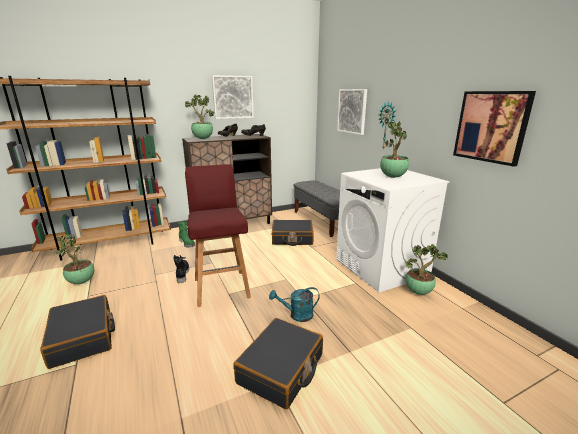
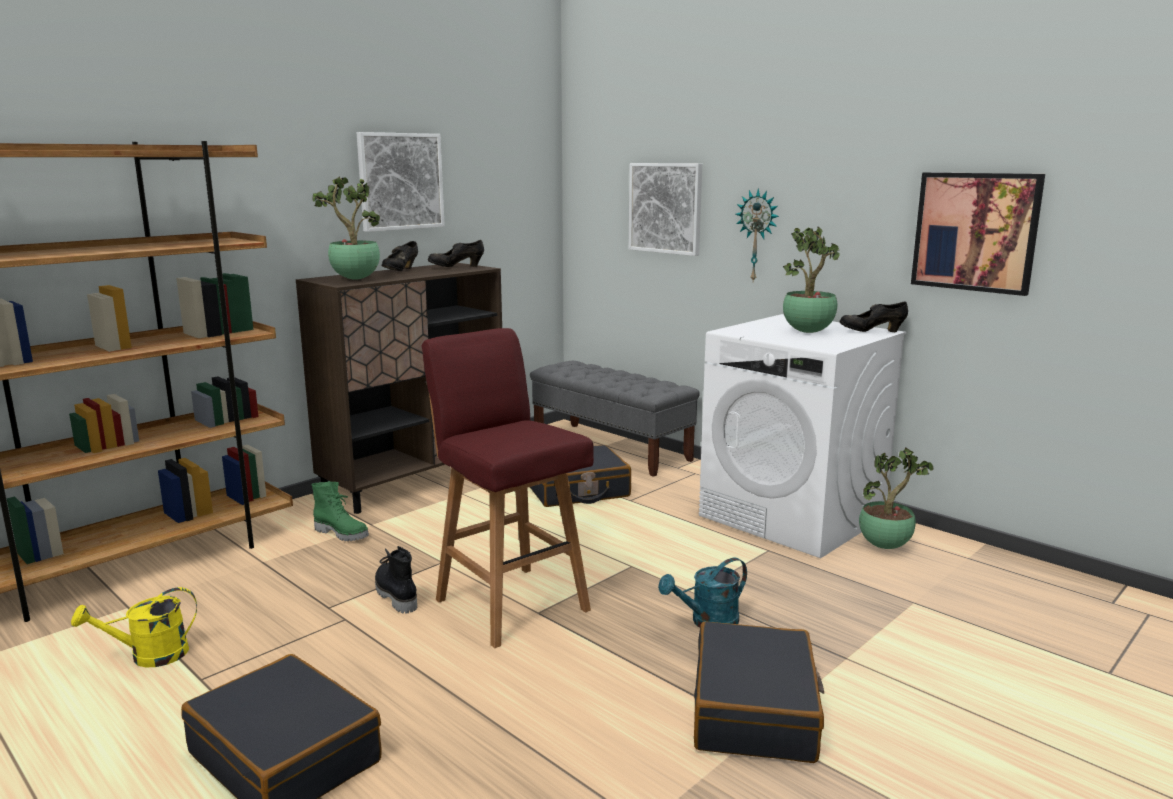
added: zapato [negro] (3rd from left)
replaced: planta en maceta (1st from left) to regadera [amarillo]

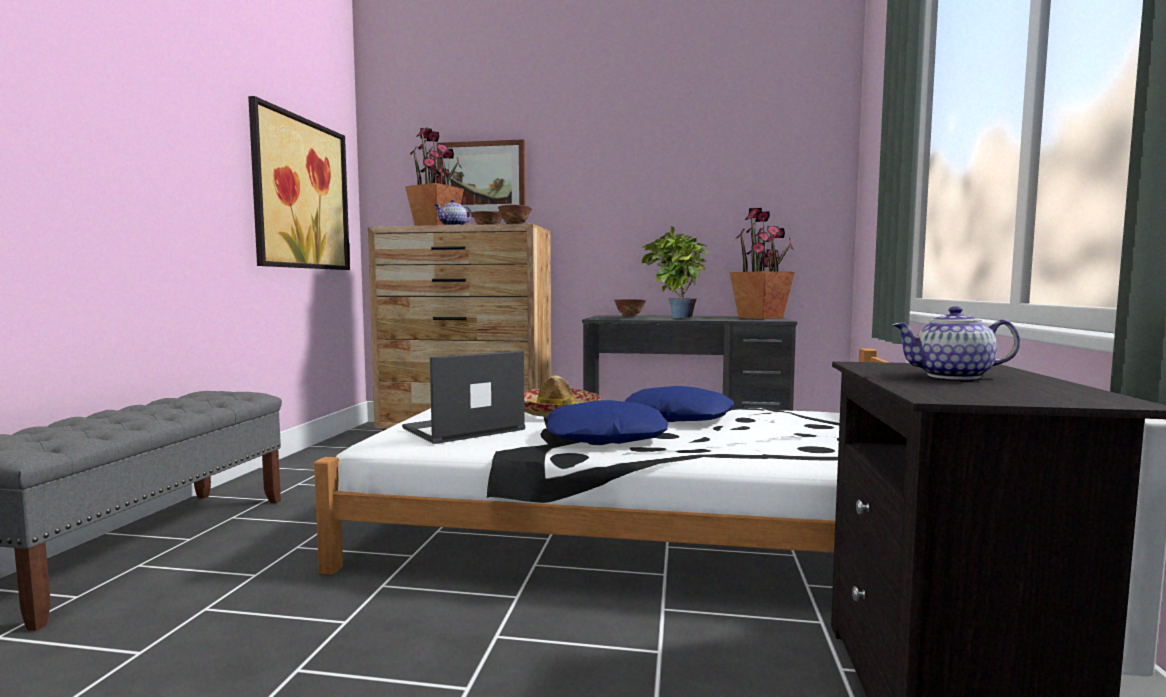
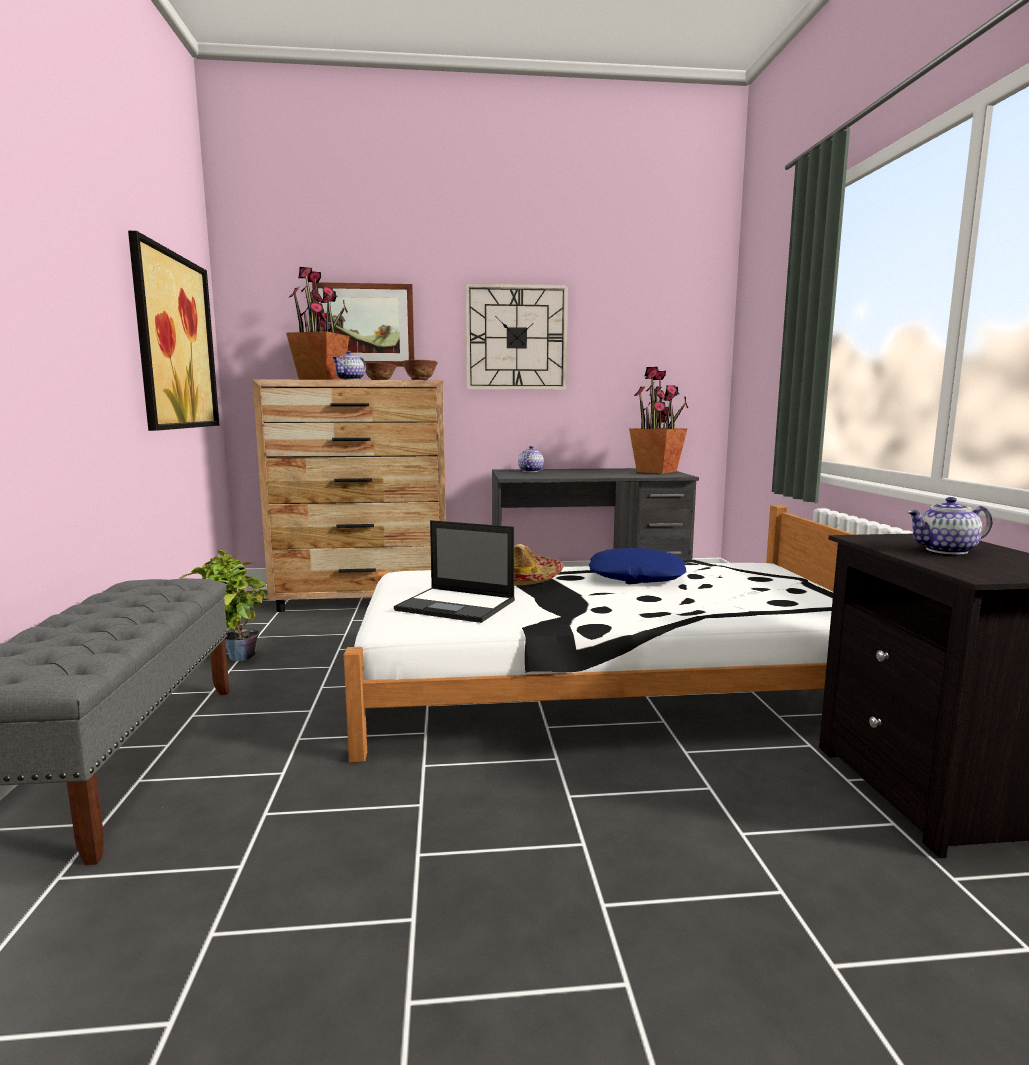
removed: cojín [azul] (1st from left)
added: reloj de pared
moved: planta en maceta (2nd from left in the first image) to planta en maceta (1st from left)
replaced: cuenco (3rd from left) to tetera (2nd from left)
turned: portátil 105 degrees counterclockwise

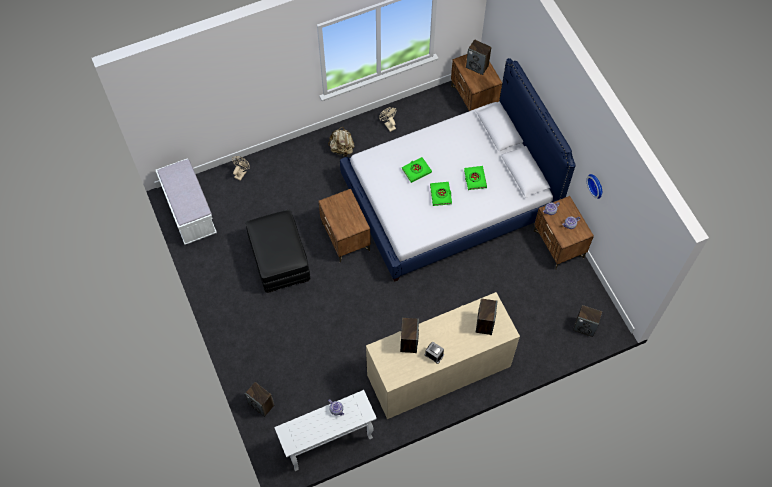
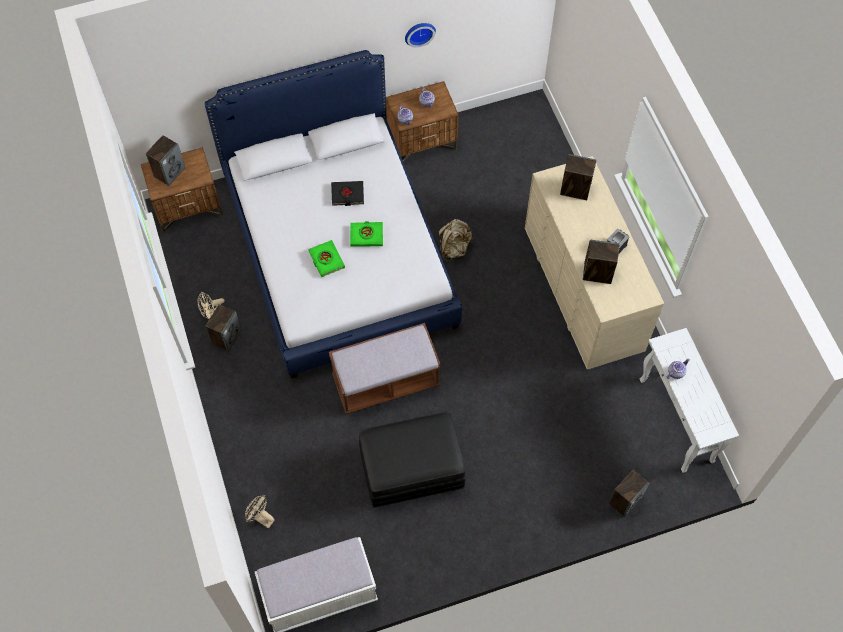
moved: mochila [beis]; altavoz (5th from left in the first image) to altavoz (2nd from left)
replaced: mesita de noche [marrón] (1st from left) to banco [marrón]
recoloured: libro [verde] (3rd from left) to libro [negro]

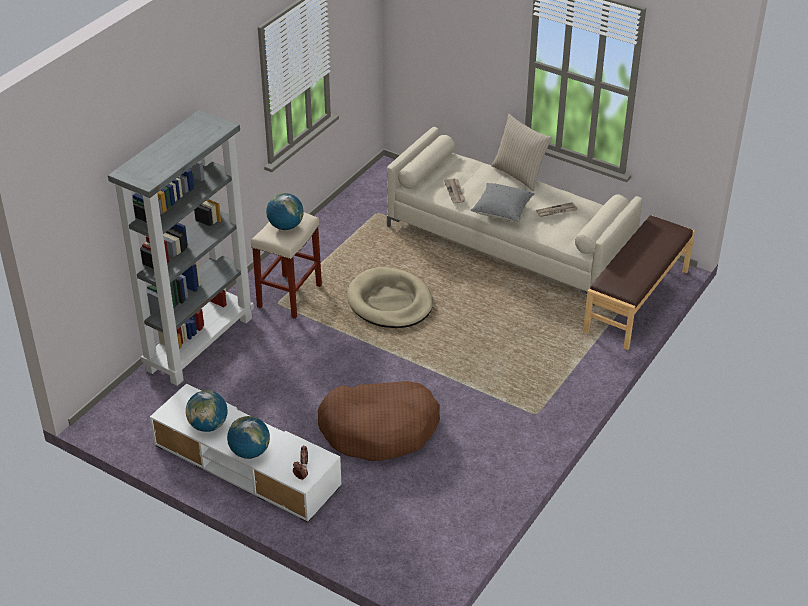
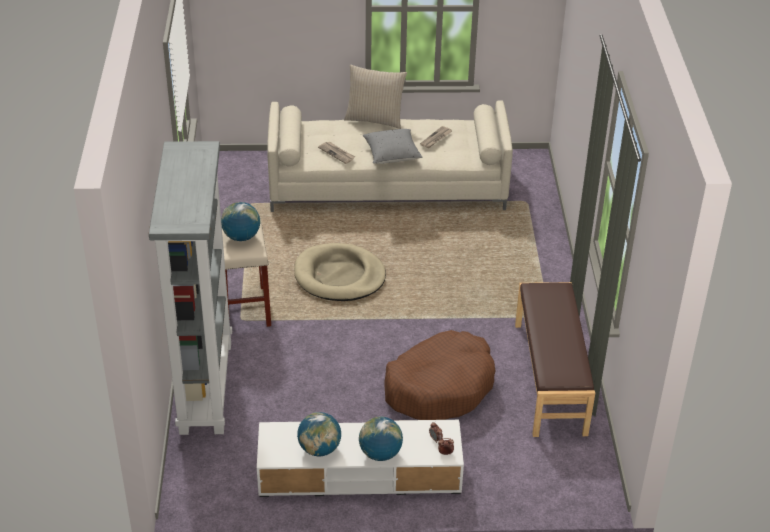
moved: banco [marrón]

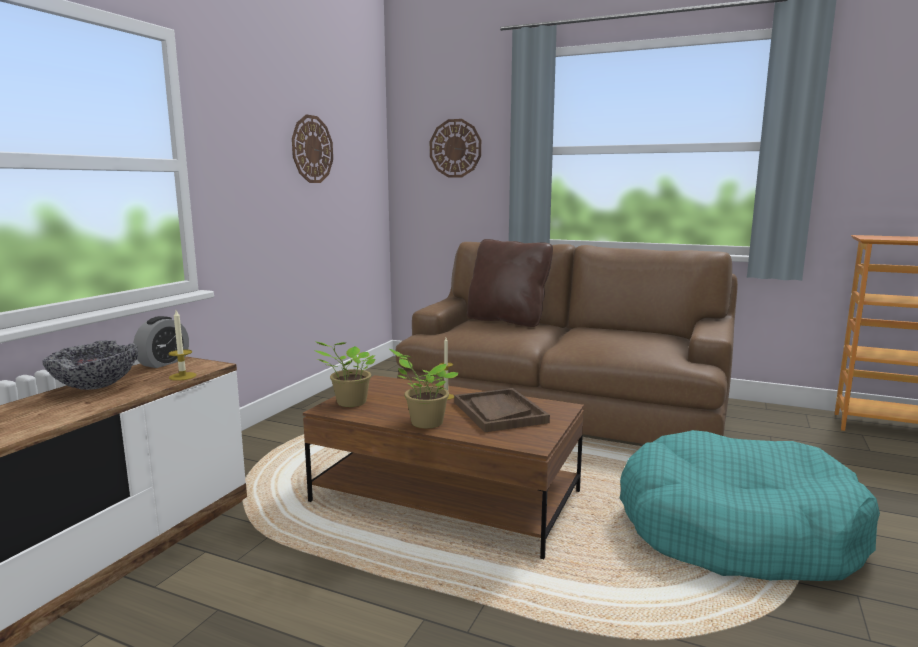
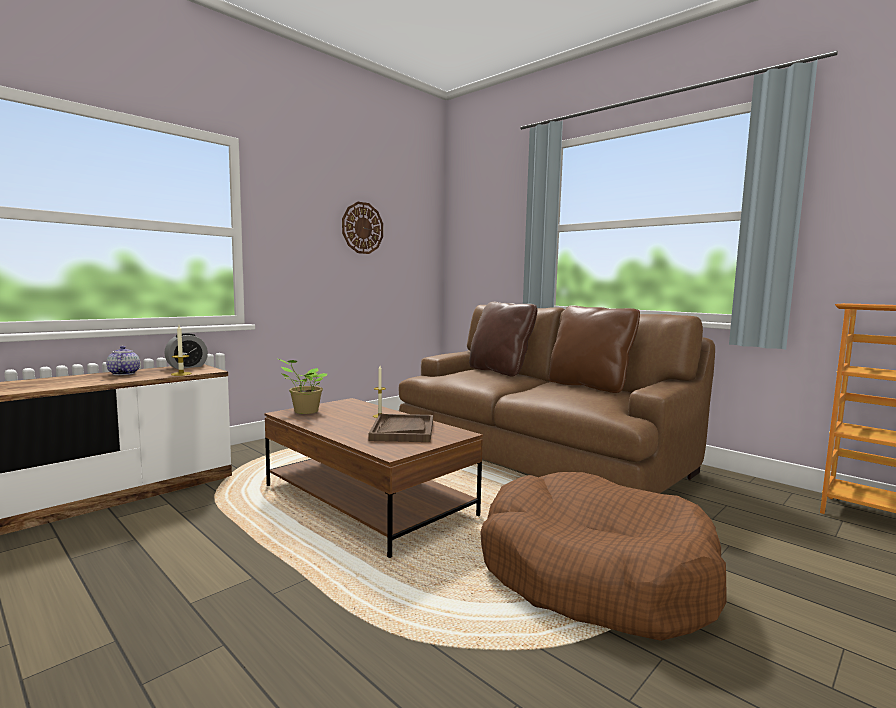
removed: planta en maceta (2nd from left); reloj de pared (2nd from left)
added: cojín [marrón] (2nd from left)
replaced: cuenco to tetera
recoloured: cama para perro [turquesa] to cama para perro [marrón]

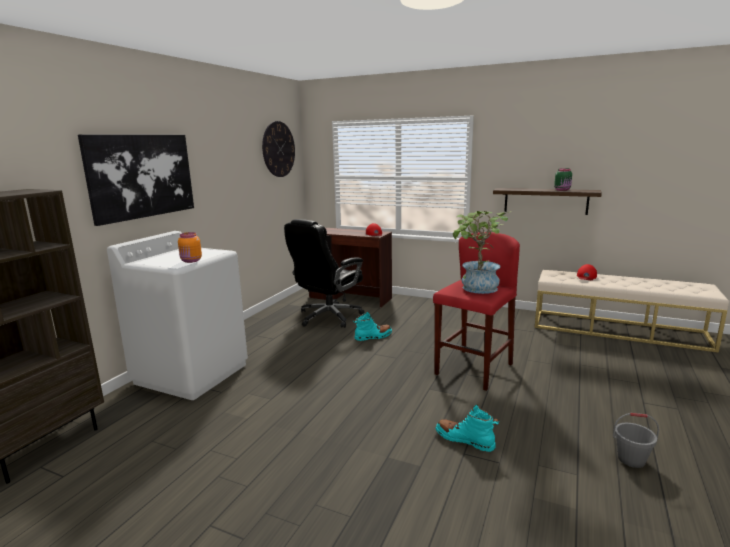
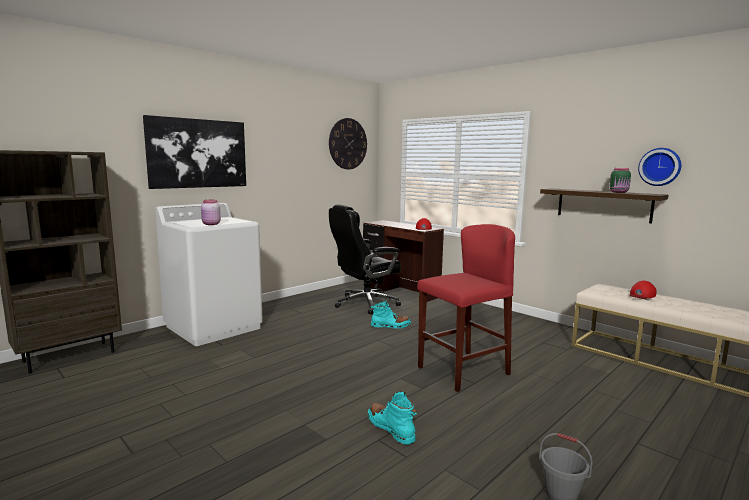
removed: planta en maceta
added: reloj de pared (2nd from left)
recoloured: tarro [naranja] to tarro [rosa]

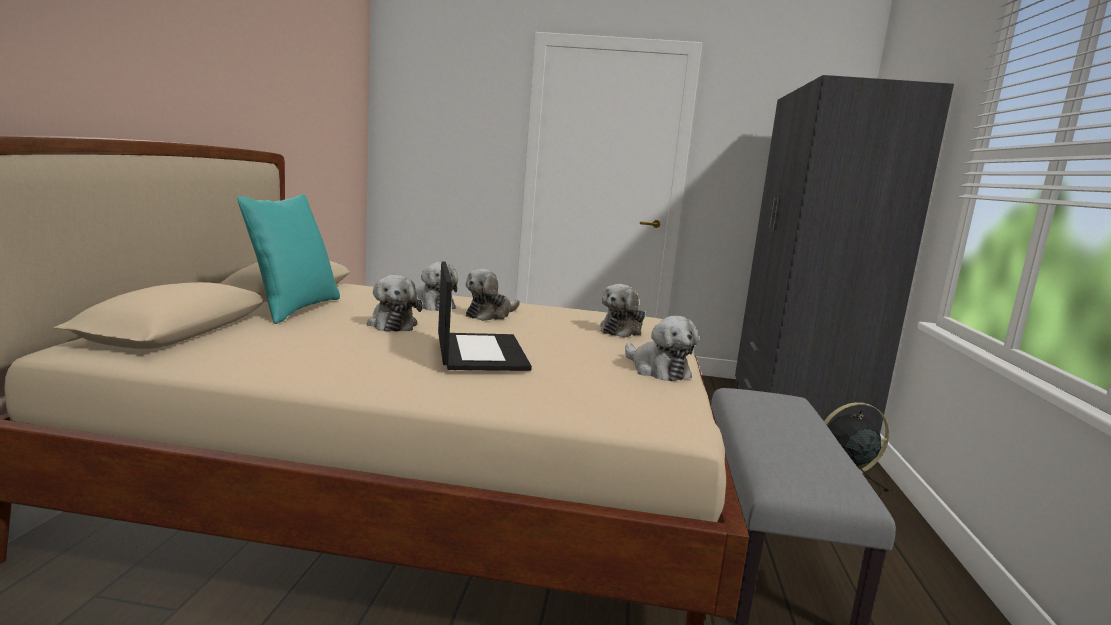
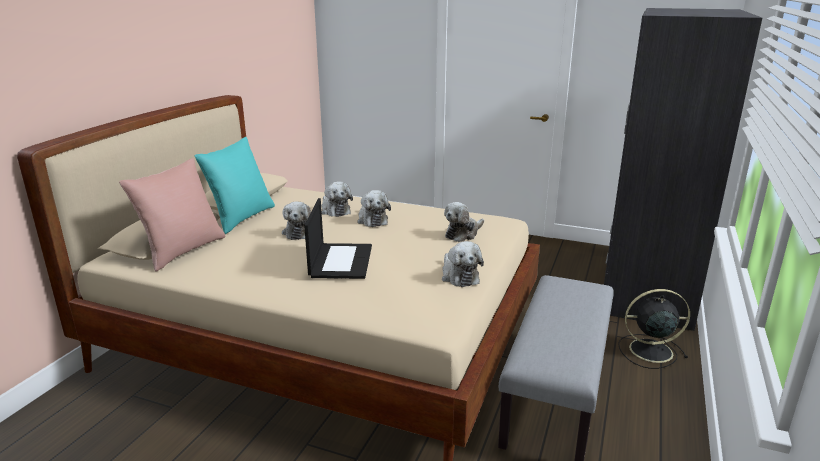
added: cojín [rosa]
turned: peluche (3rd from left) 75 degrees counterclockwise

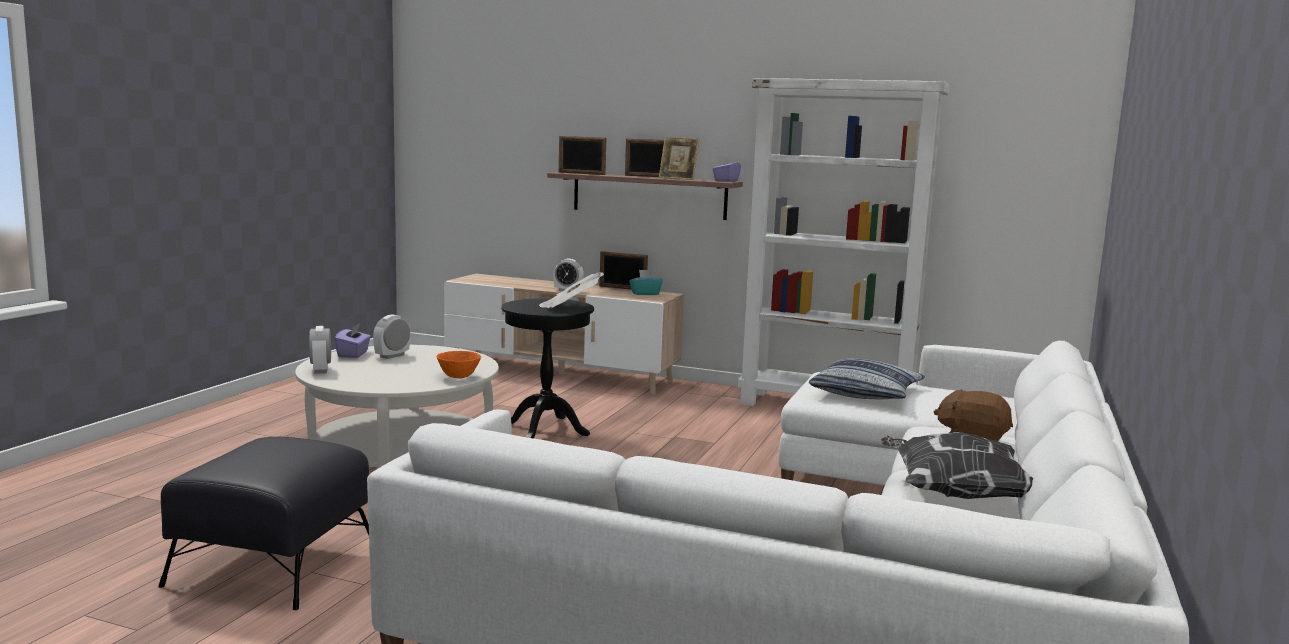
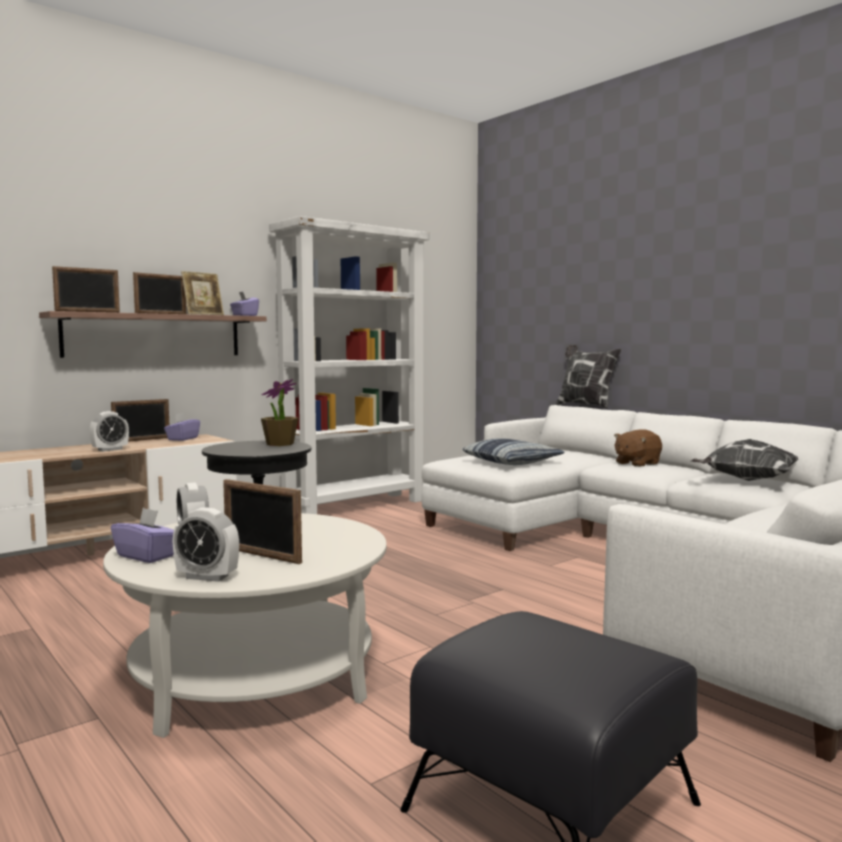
removed: cuenco [naranja]
added: portarretratos (5th from left); cojín (2nd from left)
replaced: periódico to planta en maceta
recoloured: caja de pañuelos [turquesa] to caja de pañuelos [morado] (2nd from left)

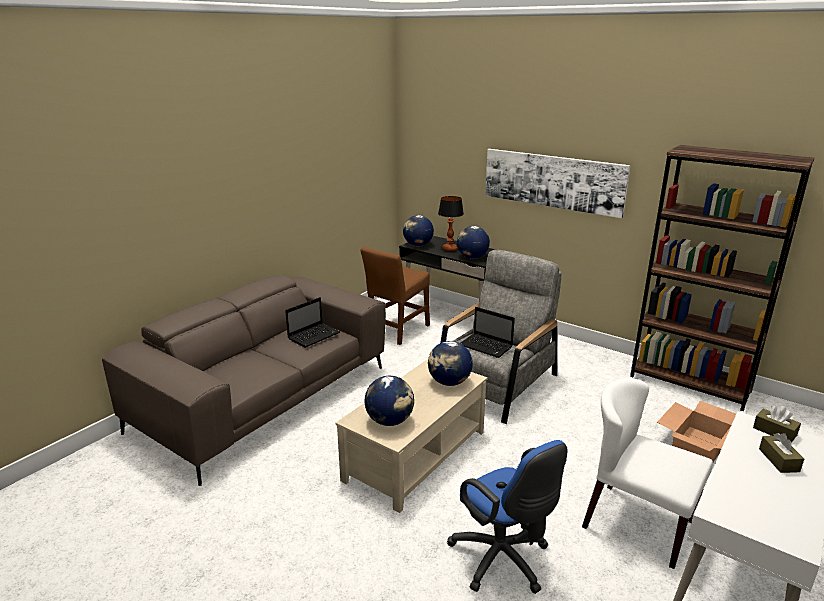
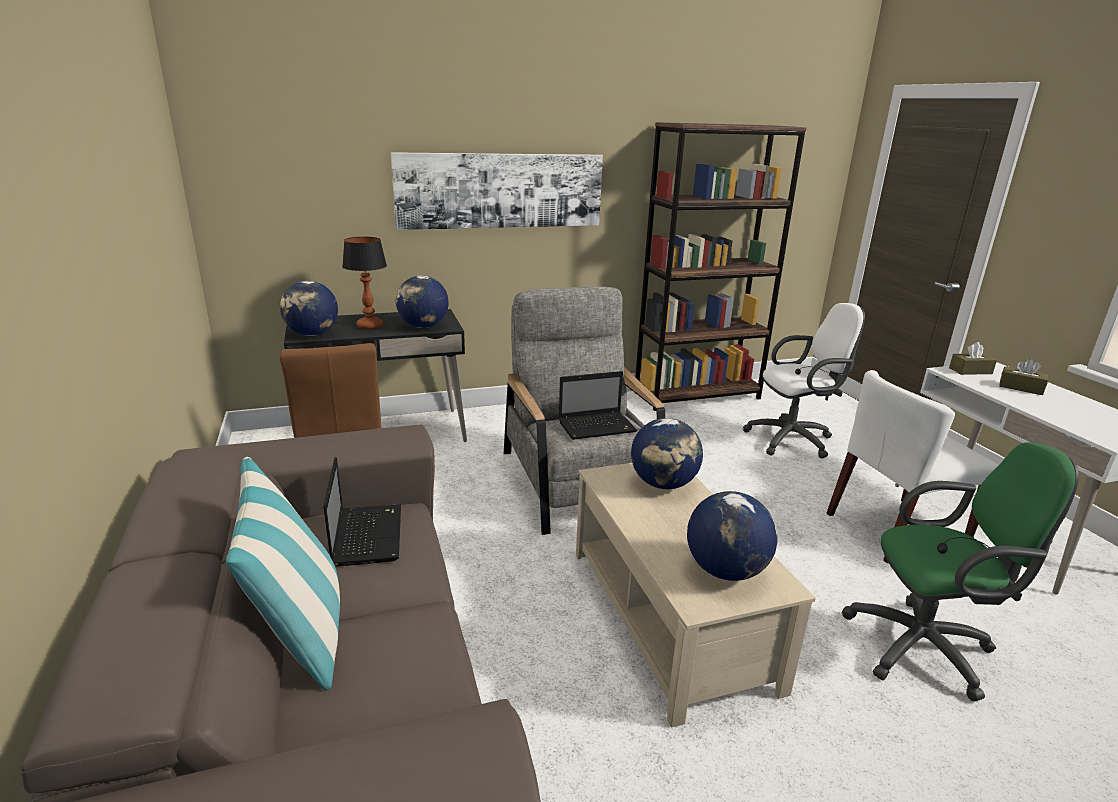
added: cojín
replaced: caja de cartón to silla de oficina [blanco]
recoloured: silla de oficina [azul] to silla de oficina [verde]

